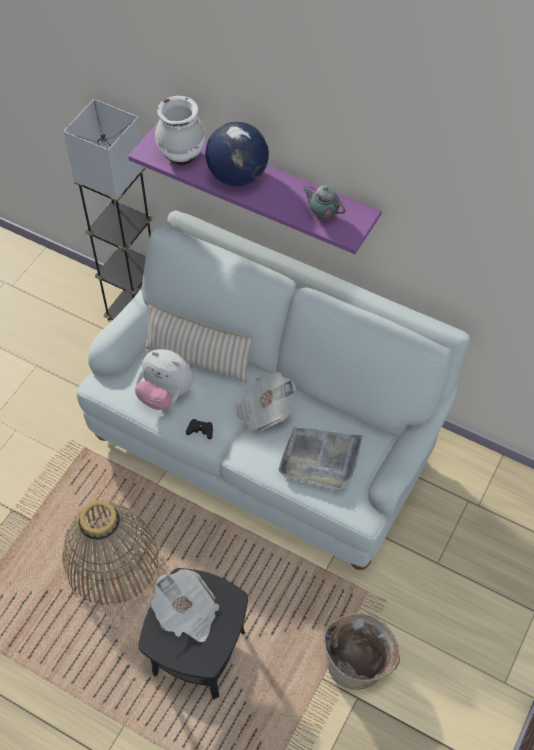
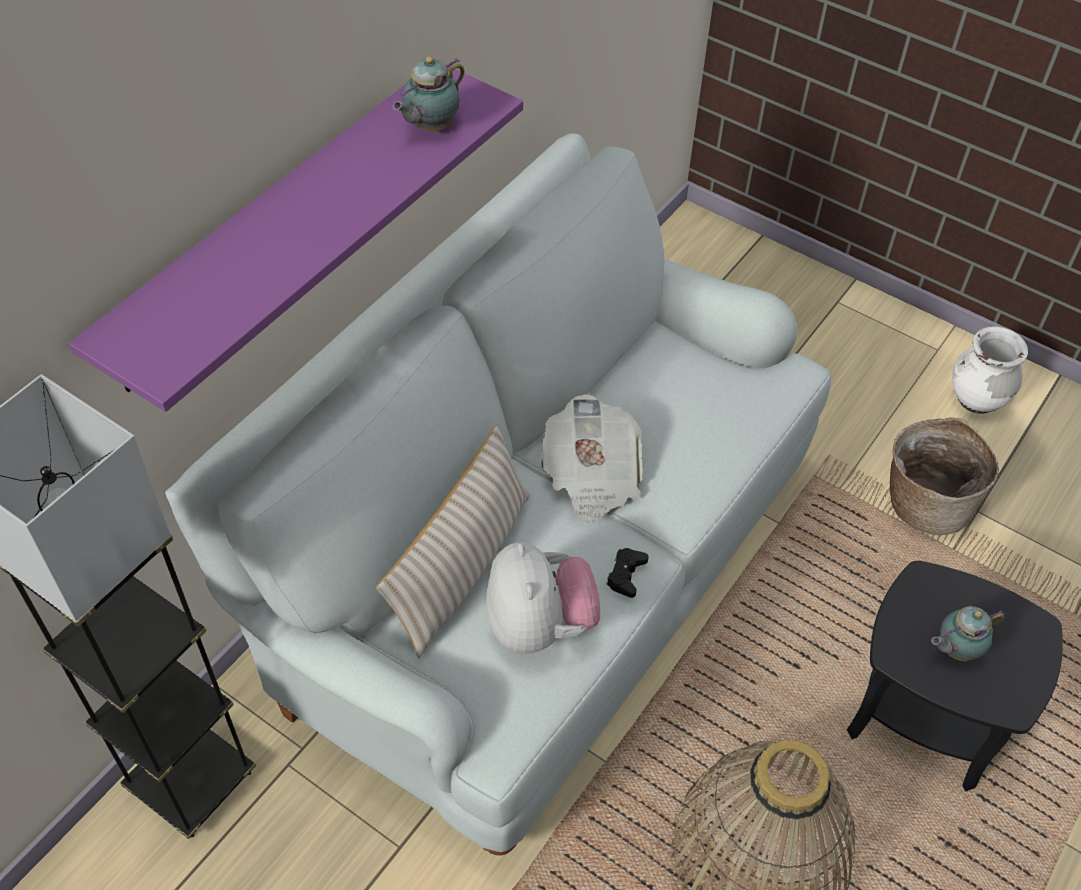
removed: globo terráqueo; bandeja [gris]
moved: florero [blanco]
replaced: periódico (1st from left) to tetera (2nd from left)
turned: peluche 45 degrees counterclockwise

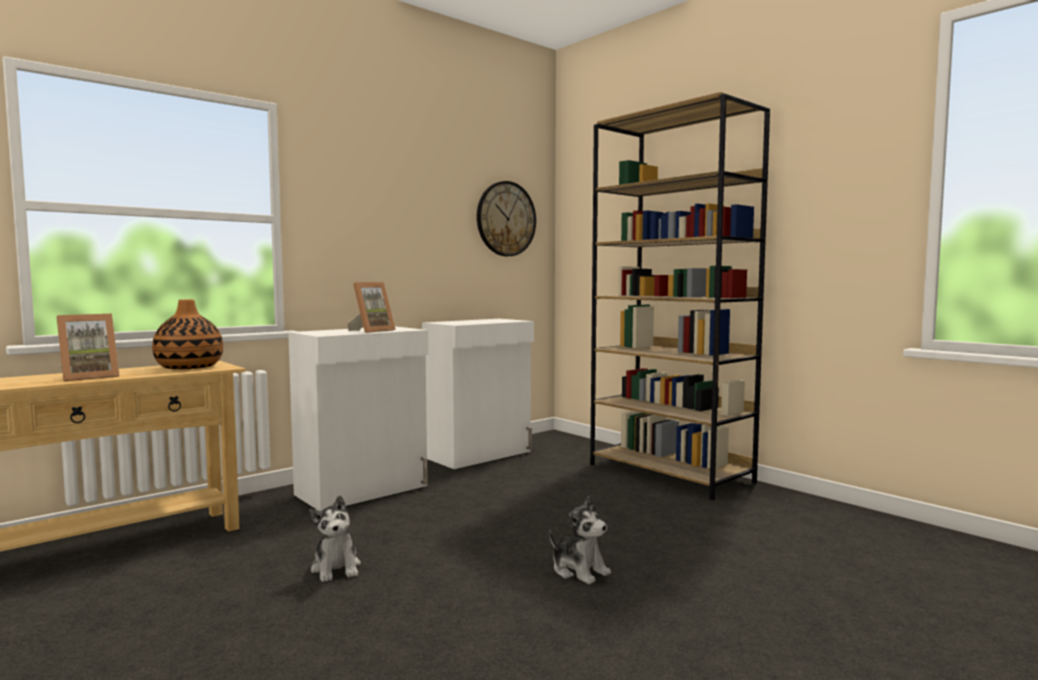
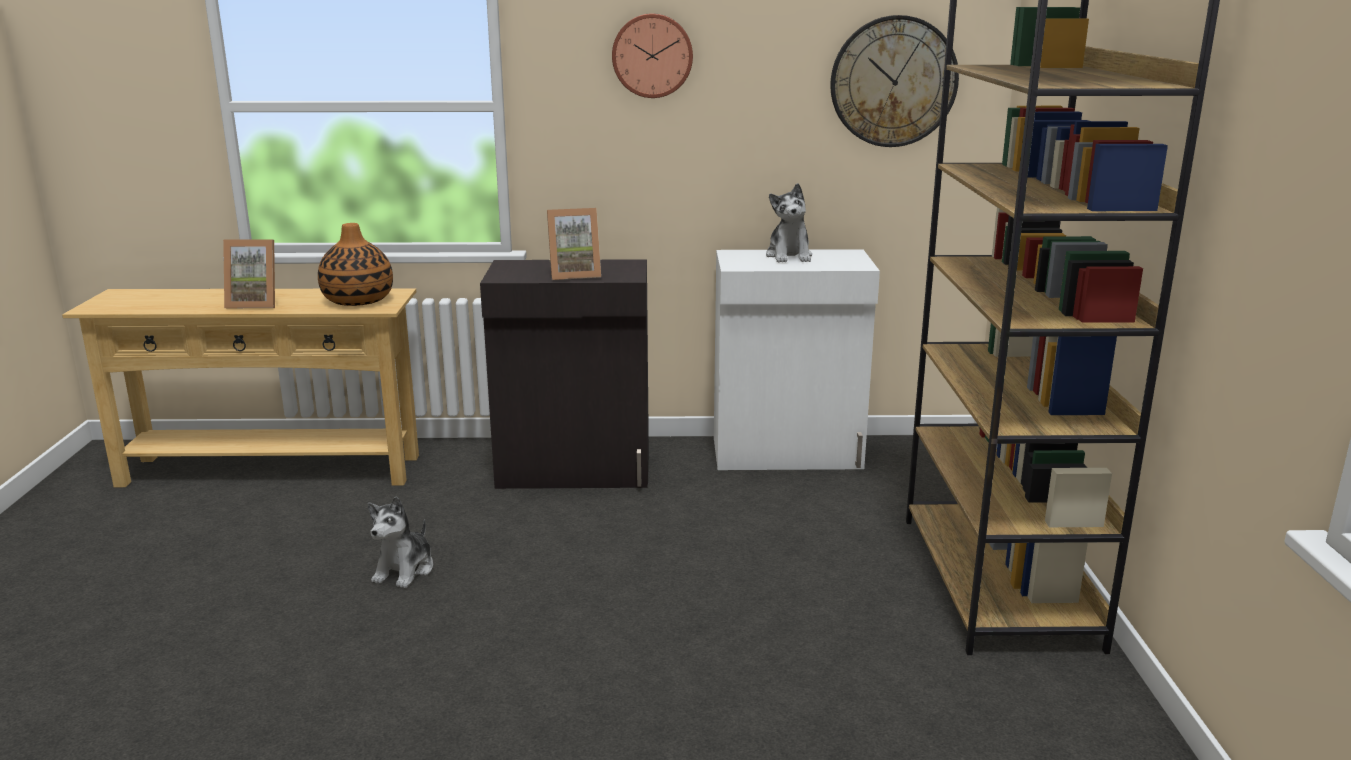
added: reloj de pared (1st from left)
moved: peluche (2nd from left)
recoloured: armario [blanco] (1st from left) to armario [negro]

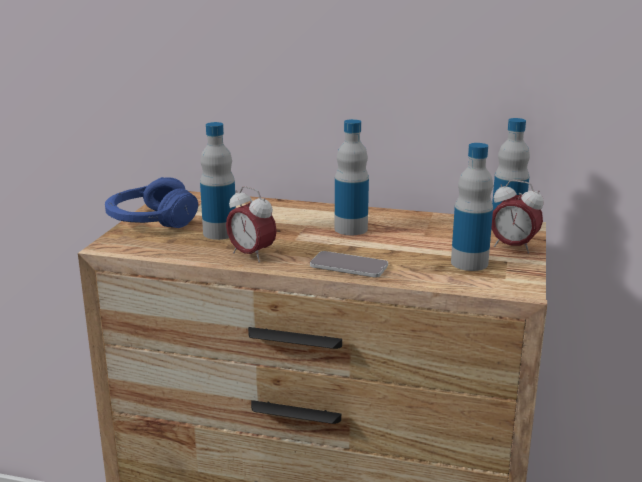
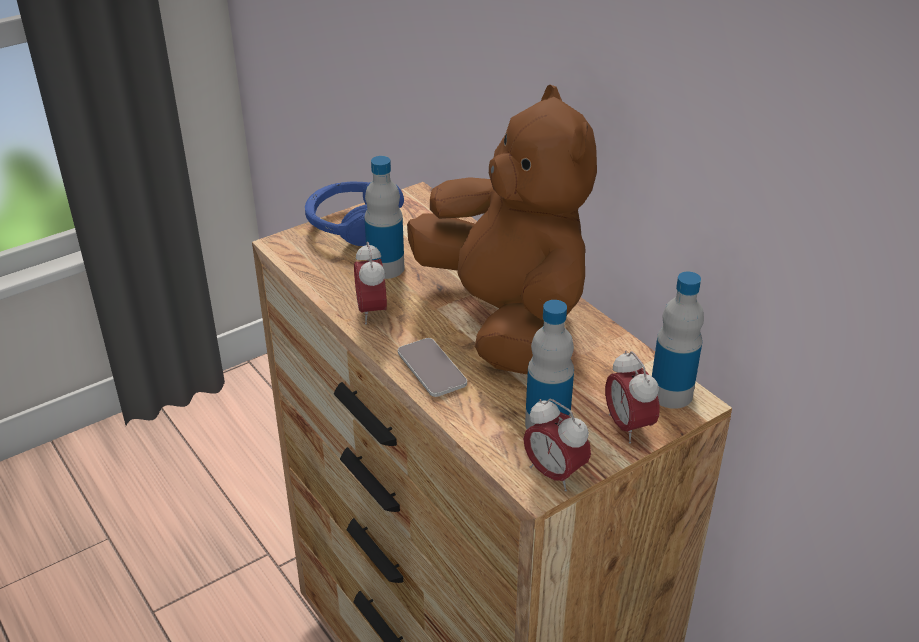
added: despertador (2nd from left)
replaced: botella (2nd from left) to peluche [marrón]

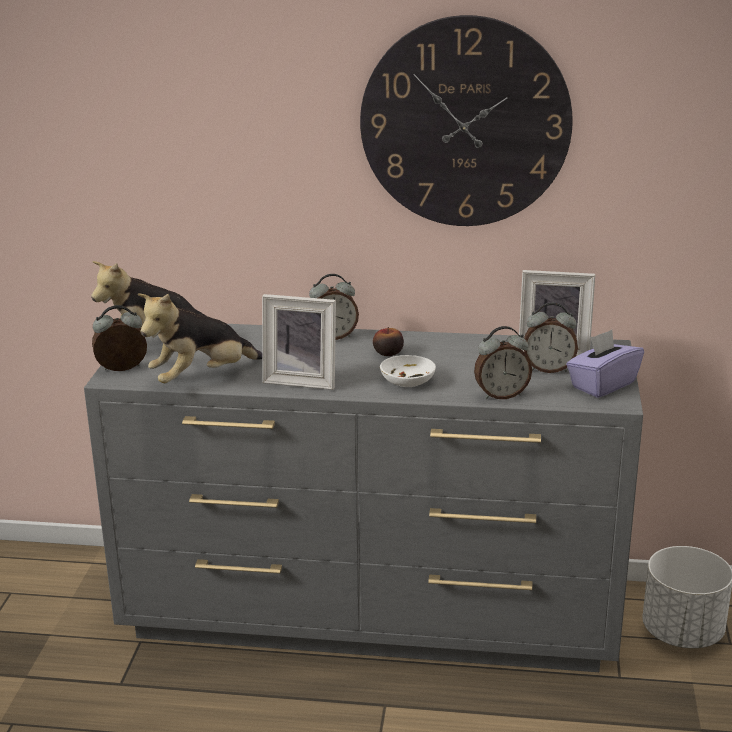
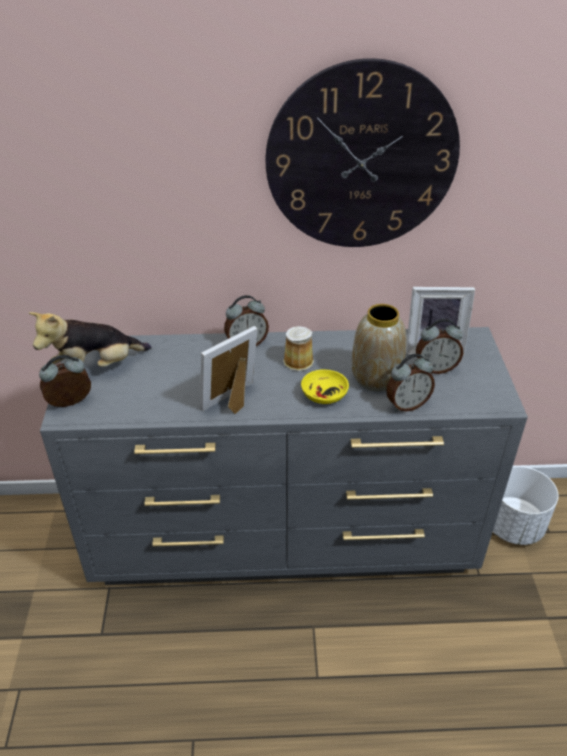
removed: peluche (2nd from left); caja de pañuelos [morado]
added: florero
replaced: manzana to taza grande
recoloured: cuenco [blanco] to cuenco [amarillo]
turned: portarretratos (1st from left) 135 degrees clockwise

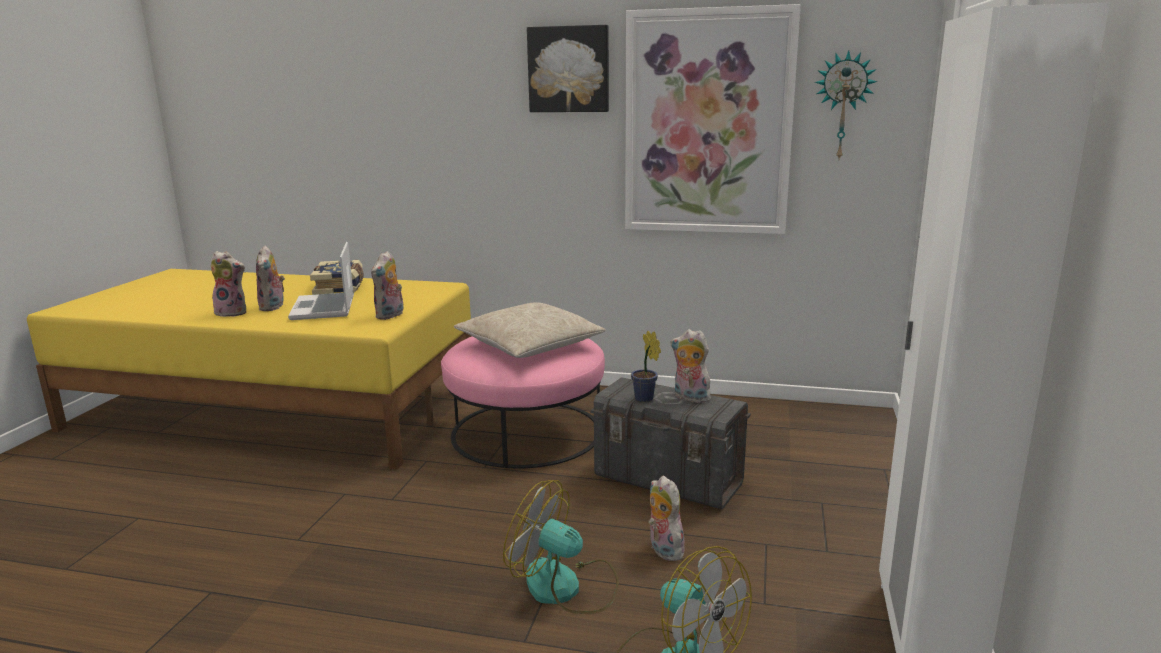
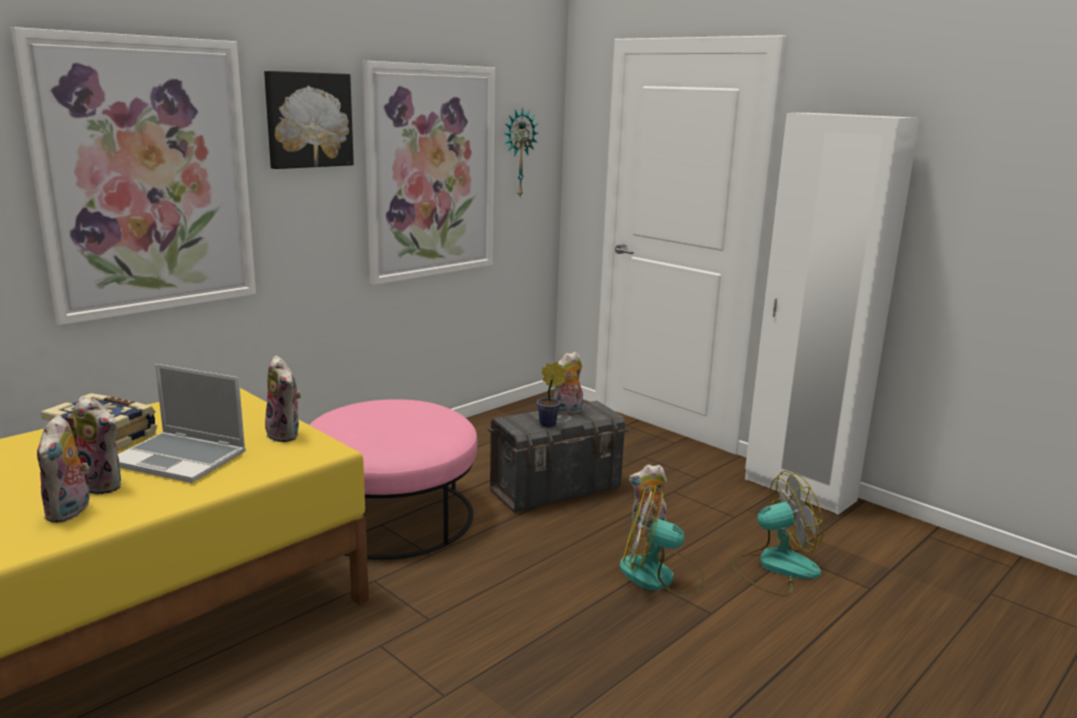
removed: cojín [beis]
added: cuadro (1st from left)
turned: peluche (1st from left) 135 degrees clockwise; ventilador (1st from left) 45 degrees clockwise

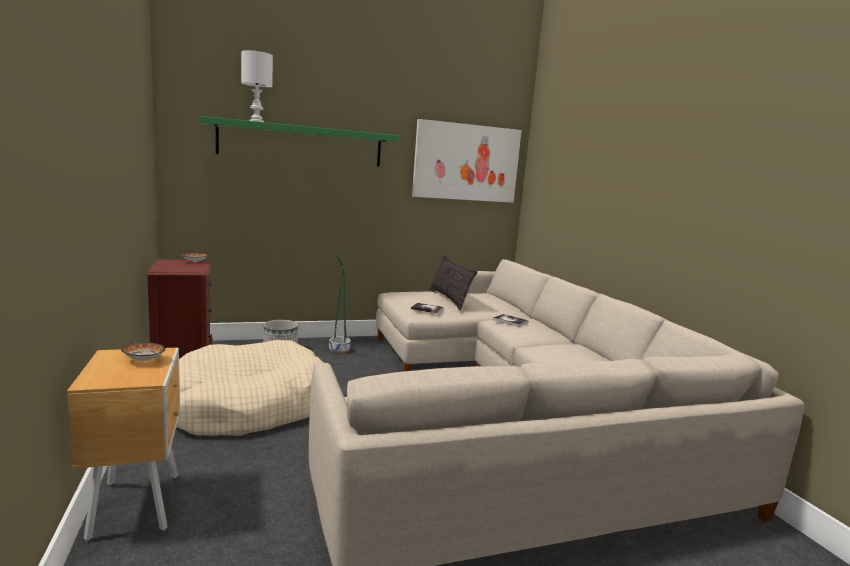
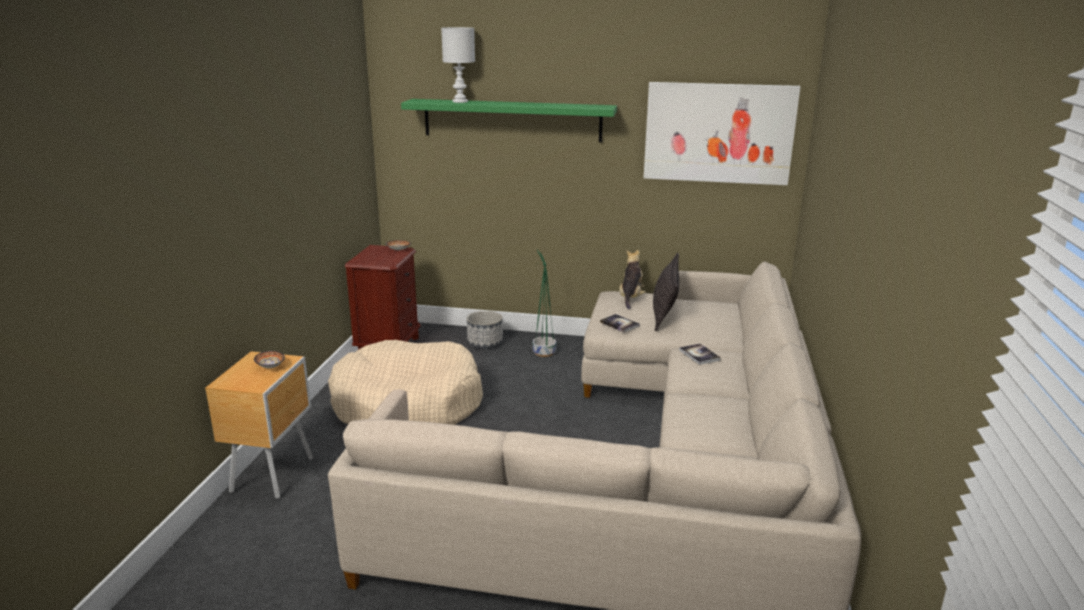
added: peluche

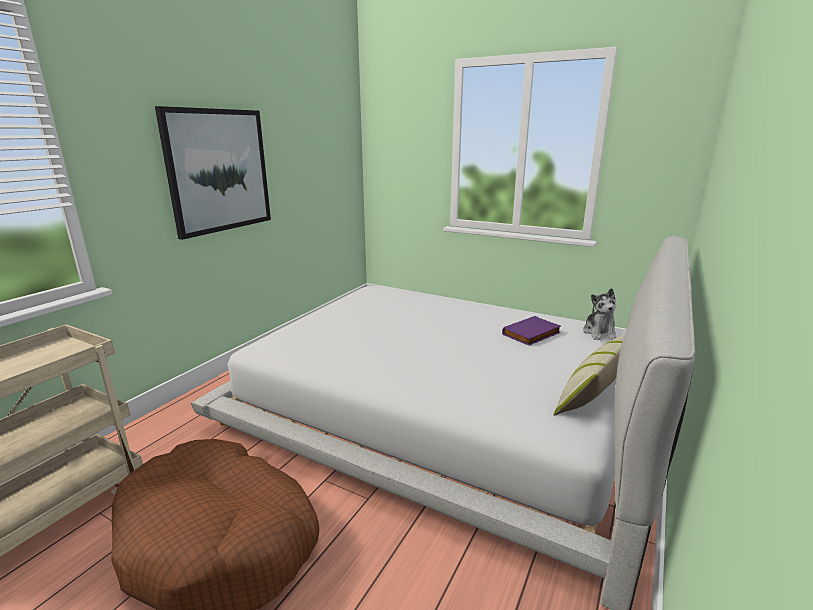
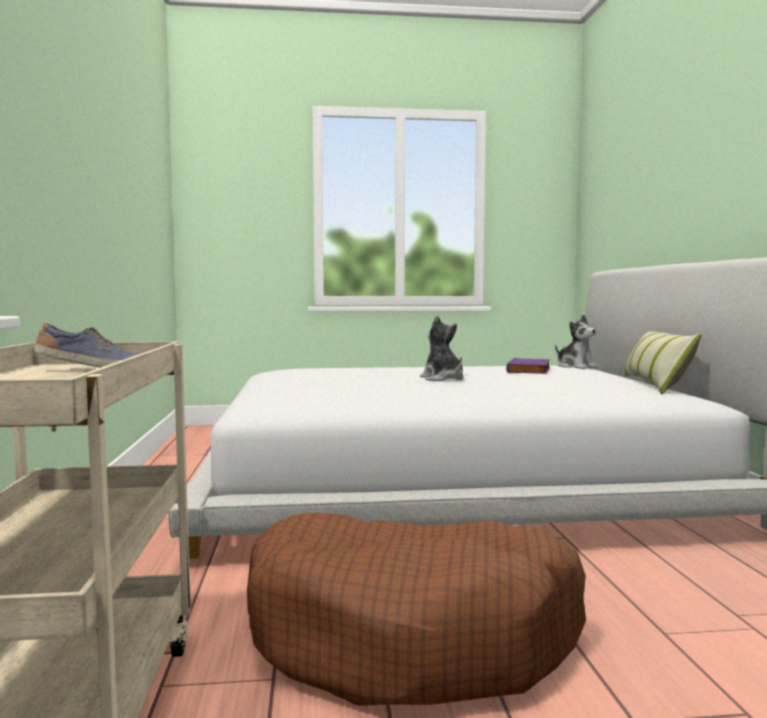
removed: cuadro
added: zapato; peluche (1st from left)

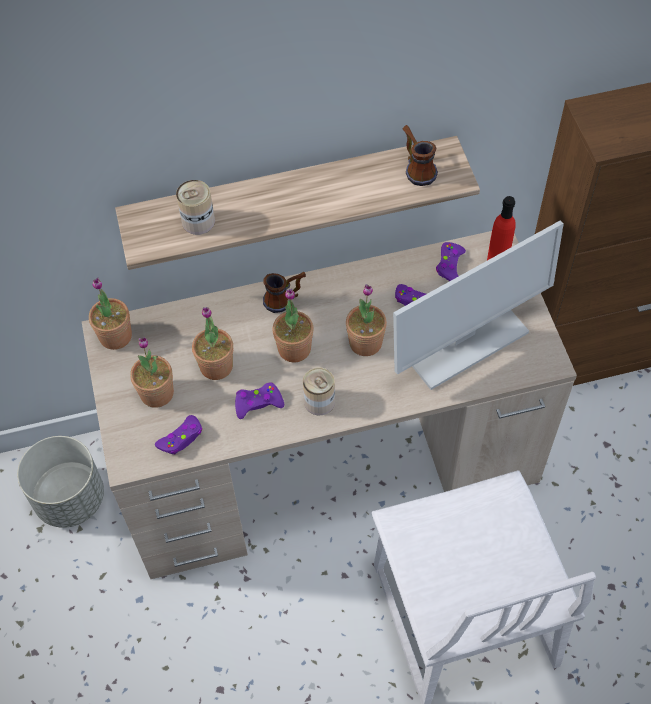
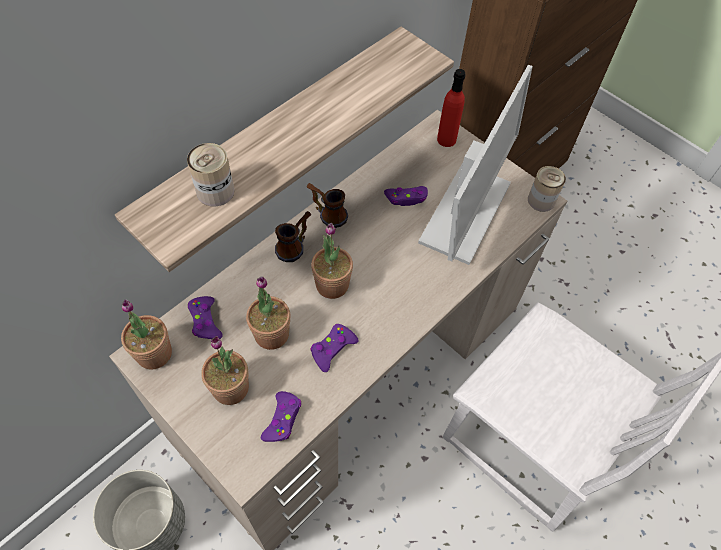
removed: planta en maceta (5th from left)
moved: lata (2nd from left); taza grande (2nd from left); mando de consola [morado] (4th from left in the first image) to mando de consola [morado] (1st from left)

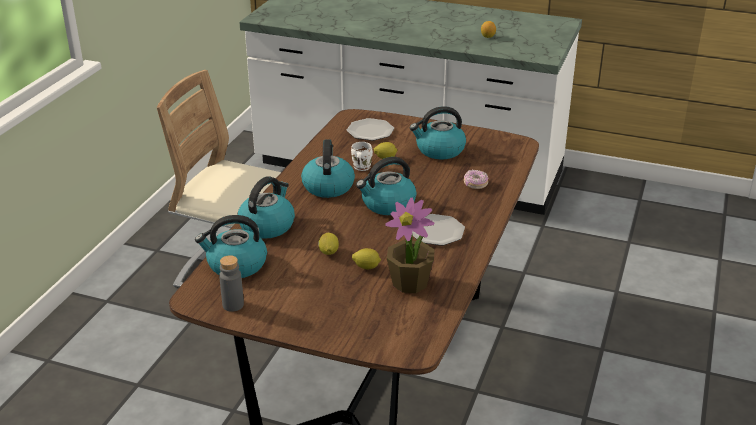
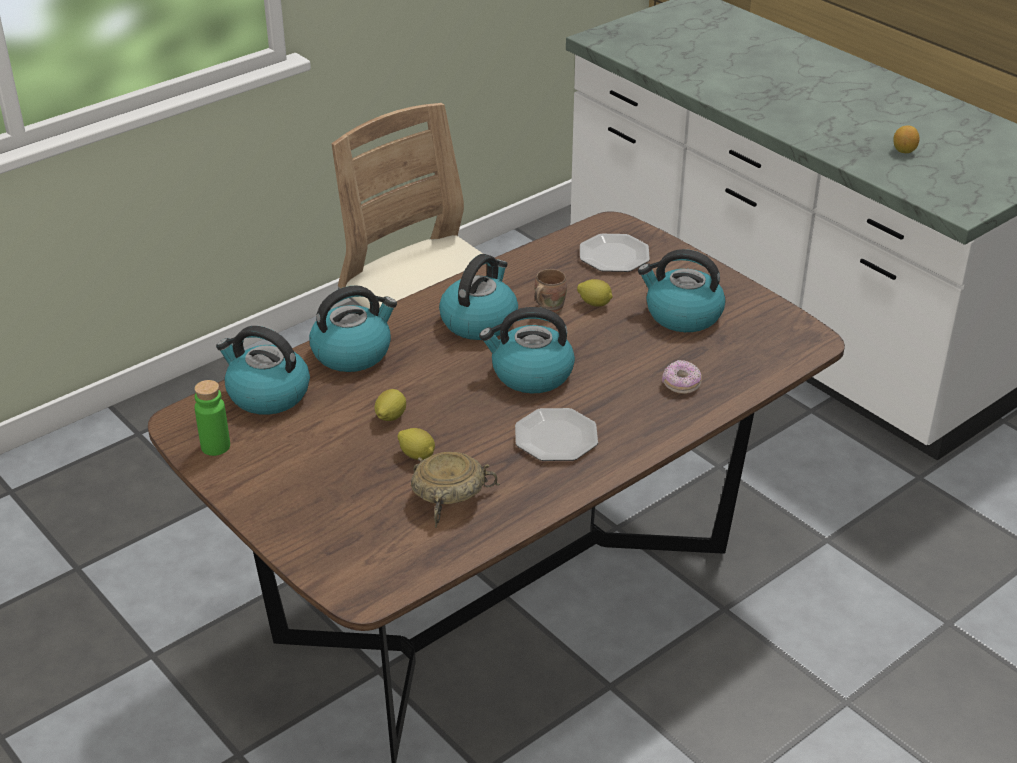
replaced: planta en maceta to cuenco [beis]
recoloured: botella [gris] to botella [verde]; taza grande [blanco] to taza grande [marrón]

